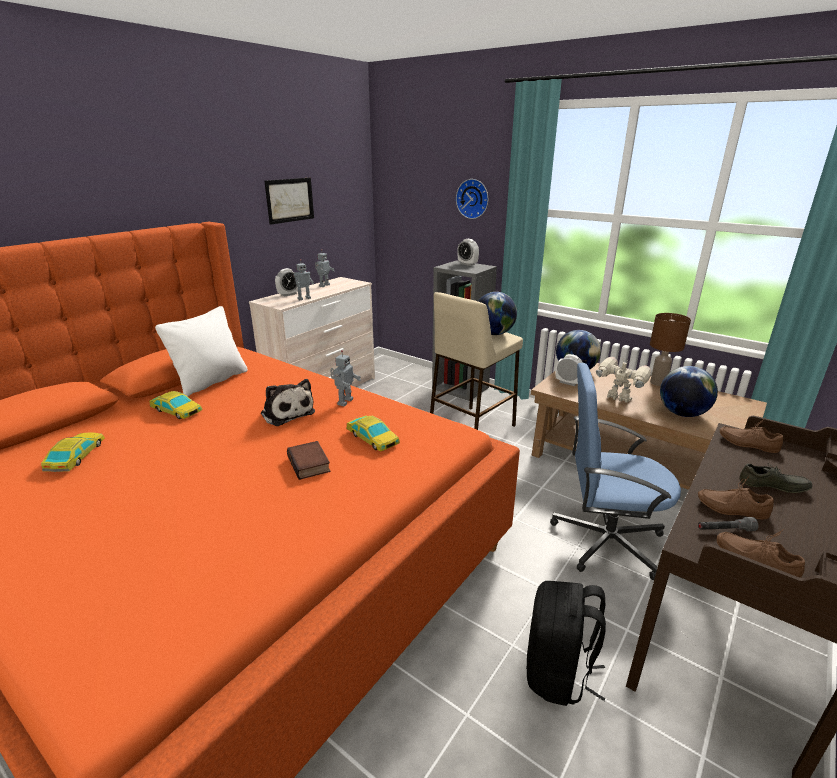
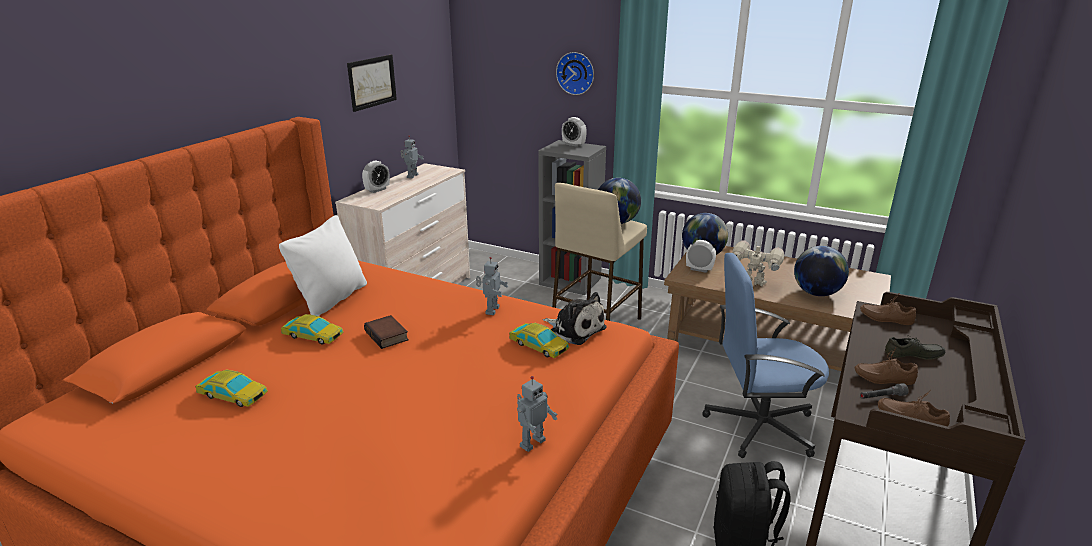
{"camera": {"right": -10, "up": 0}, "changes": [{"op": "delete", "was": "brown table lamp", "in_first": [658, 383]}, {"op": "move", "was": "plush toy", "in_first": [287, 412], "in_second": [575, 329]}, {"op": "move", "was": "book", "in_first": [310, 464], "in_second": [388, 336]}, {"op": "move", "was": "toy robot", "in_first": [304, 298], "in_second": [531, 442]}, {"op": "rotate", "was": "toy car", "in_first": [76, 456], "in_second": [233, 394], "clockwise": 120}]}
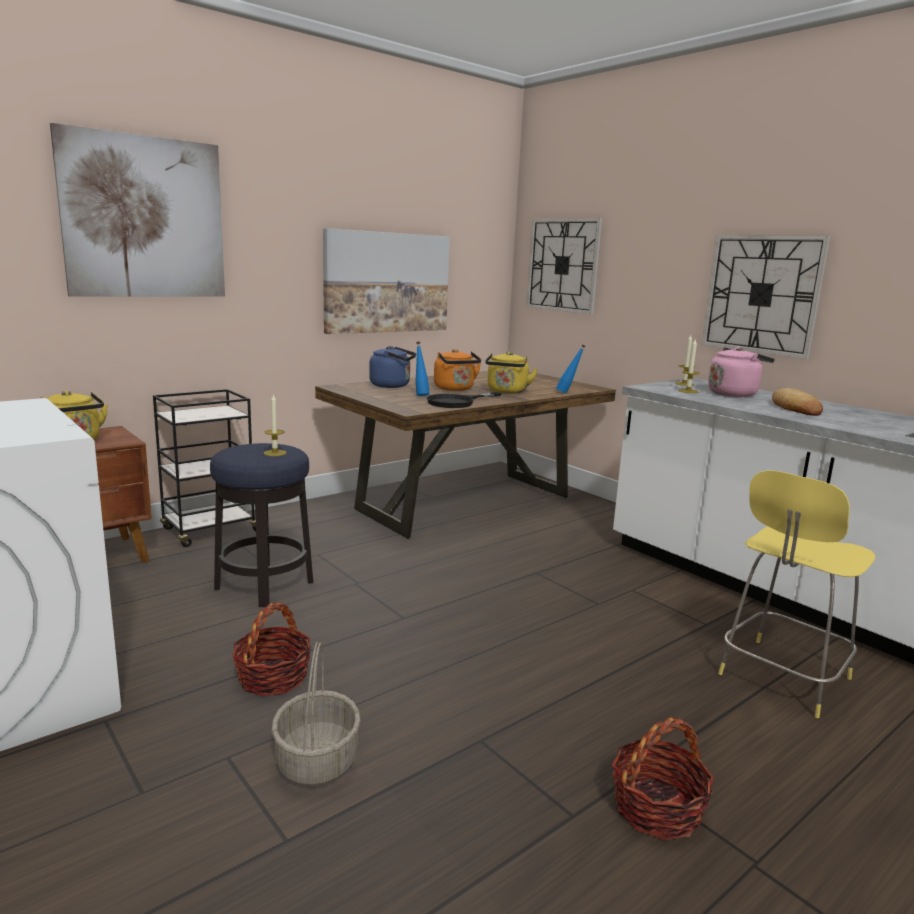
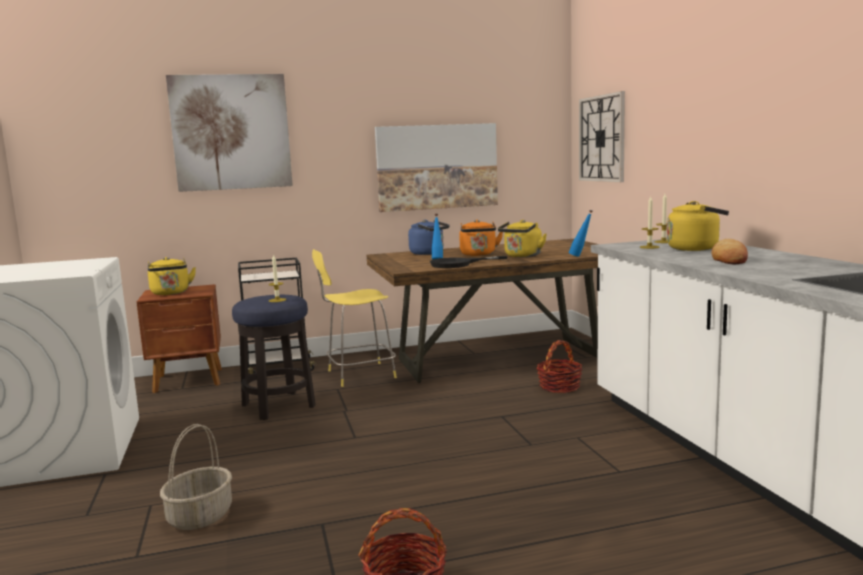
{"camera": {"right": 25, "up": -5}, "changes": [{"op": "delete", "was": "wall clock", "in_first": [762, 294]}, {"op": "move", "was": "basket", "in_first": [273, 677], "in_second": [559, 386]}, {"op": "move", "was": "yellow stool", "in_first": [782, 678], "in_second": [358, 375]}, {"op": "recolor", "was": "pink kettle", "now": "yellow kettle", "in_first": [734, 394], "in_second": [695, 248]}]}
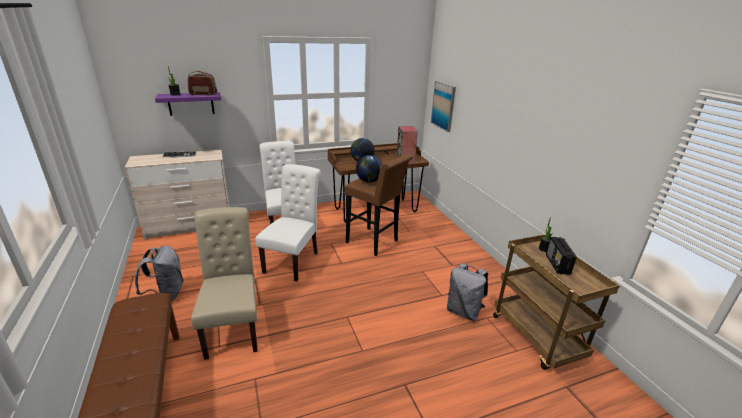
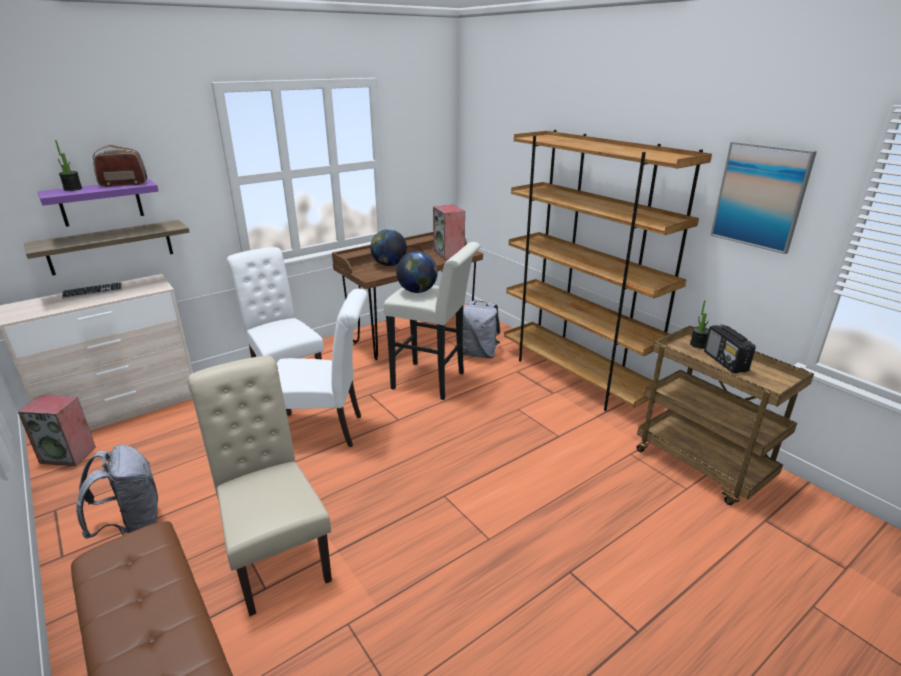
{"camera": {"right": -15, "up": 0}, "changes": [{"op": "insert", "now": "speaker", "in_second": [69, 455]}, {"op": "insert", "now": "shelf", "in_second": [111, 247]}, {"op": "insert", "now": "brown bookcase", "in_second": [575, 377]}, {"op": "move", "was": "picture", "in_first": [443, 106], "in_second": [760, 196]}, {"op": "move", "was": "grey backpack", "in_first": [463, 311], "in_second": [479, 354]}, {"op": "recolor", "was": "brown stool", "now": "white stool", "in_first": [375, 243], "in_second": [433, 382]}, {"op": "rotate", "was": "white chair", "in_first": [293, 260], "in_second": [324, 430], "clockwise": 90}]}
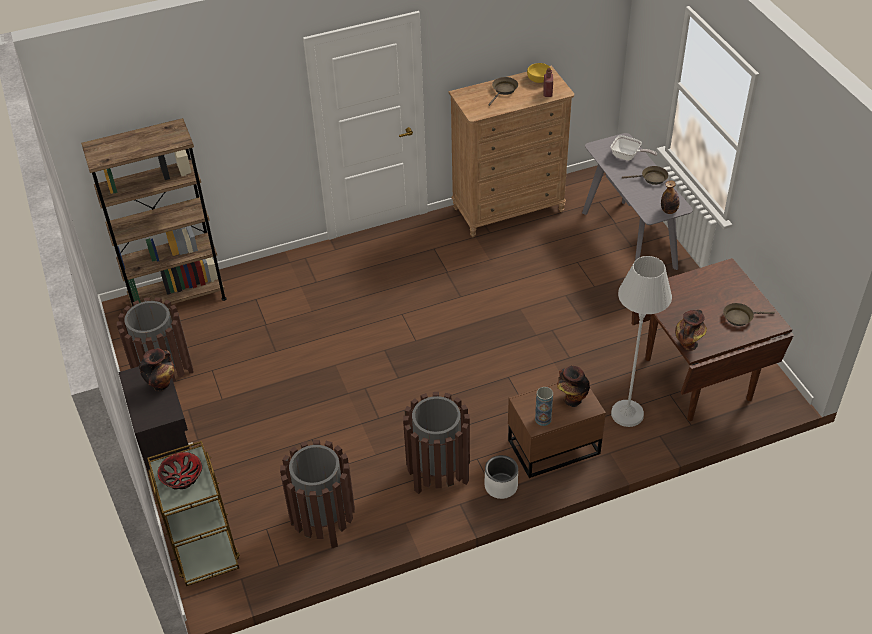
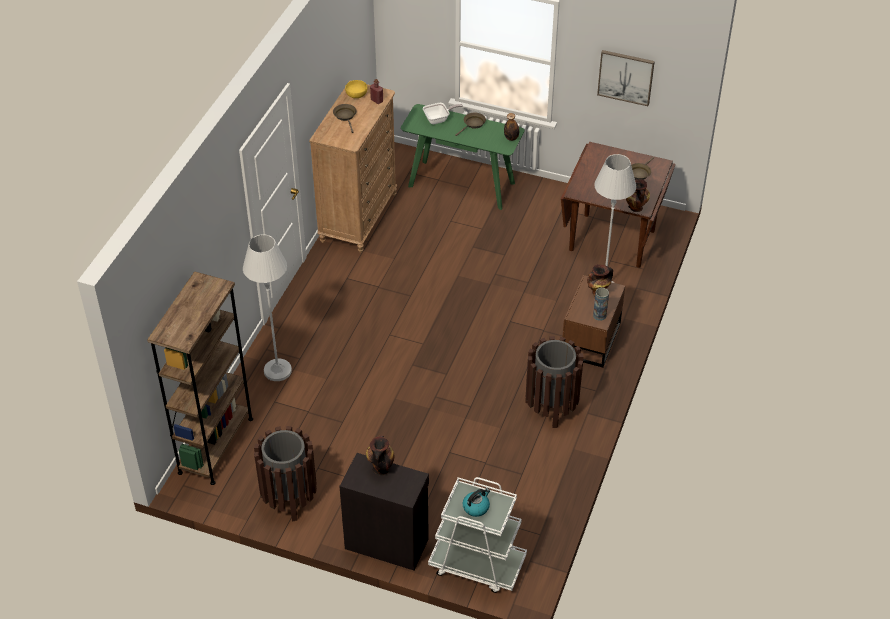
{"camera": {"right": -50, "up": 0}, "changes": [{"op": "delete", "was": "brown trash can", "in_first": [323, 522]}, {"op": "delete", "was": "white planter", "in_first": [500, 486]}, {"op": "insert", "now": "white floor lamp", "in_second": [277, 370]}, {"op": "insert", "now": "picture", "in_second": [625, 77]}, {"op": "replace", "was": "bowl", "now": "kettle", "in_first": [182, 477], "in_second": [476, 507]}, {"op": "recolor", "was": "brown cart", "now": "white cart", "in_first": [203, 543], "in_second": [477, 564]}, {"op": "recolor", "was": "grey console table", "now": "green console table", "in_first": [629, 240], "in_second": [462, 184]}]}
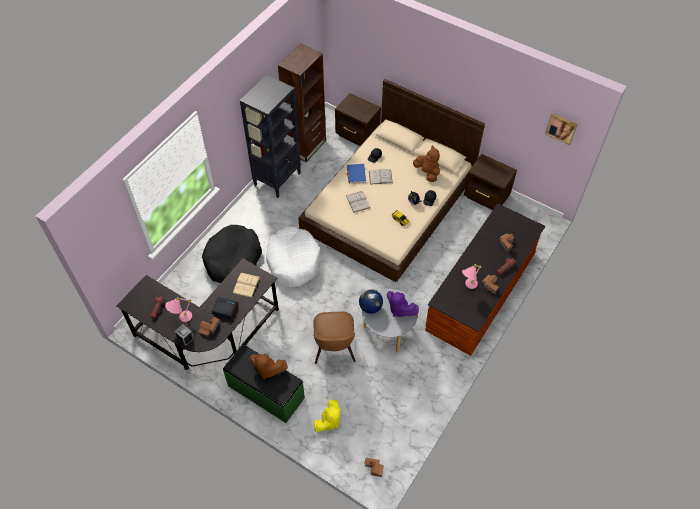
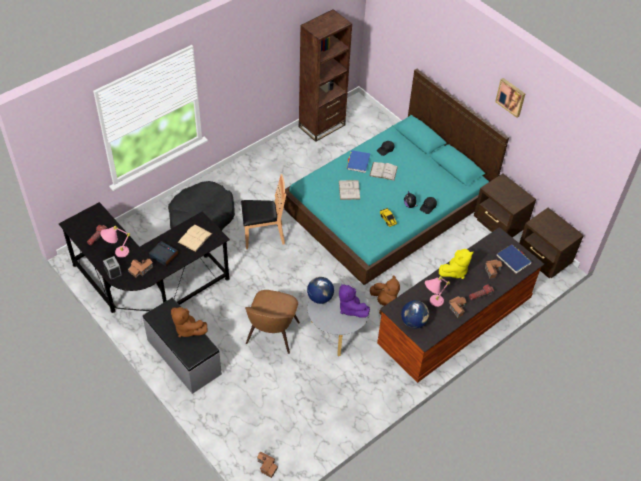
{"camera": {"right": 15, "up": -5}, "changes": [{"op": "delete", "was": "black bookcase", "in_first": [277, 179]}, {"op": "insert", "now": "globe", "in_second": [413, 322]}, {"op": "insert", "now": "blue book", "in_second": [513, 259]}, {"op": "move", "was": "yellow plush toy", "in_first": [328, 421], "in_second": [455, 271]}, {"op": "move", "was": "brown nightstand", "in_first": [357, 135], "in_second": [543, 260]}, {"op": "move", "was": "brown plush toy", "in_first": [427, 173], "in_second": [384, 305]}, {"op": "move", "was": "picture", "in_first": [561, 128], "in_second": [511, 97]}, {"op": "replace", "was": "white dog bed", "now": "brown chair", "in_first": [293, 261], "in_second": [263, 236]}, {"op": "recolor", "was": "green bench", "now": "grey bench", "in_first": [265, 392], "in_second": [183, 357]}, {"op": "recolor", "was": "beige bed", "now": "turquoise bed", "in_first": [389, 204], "in_second": [388, 205]}]}
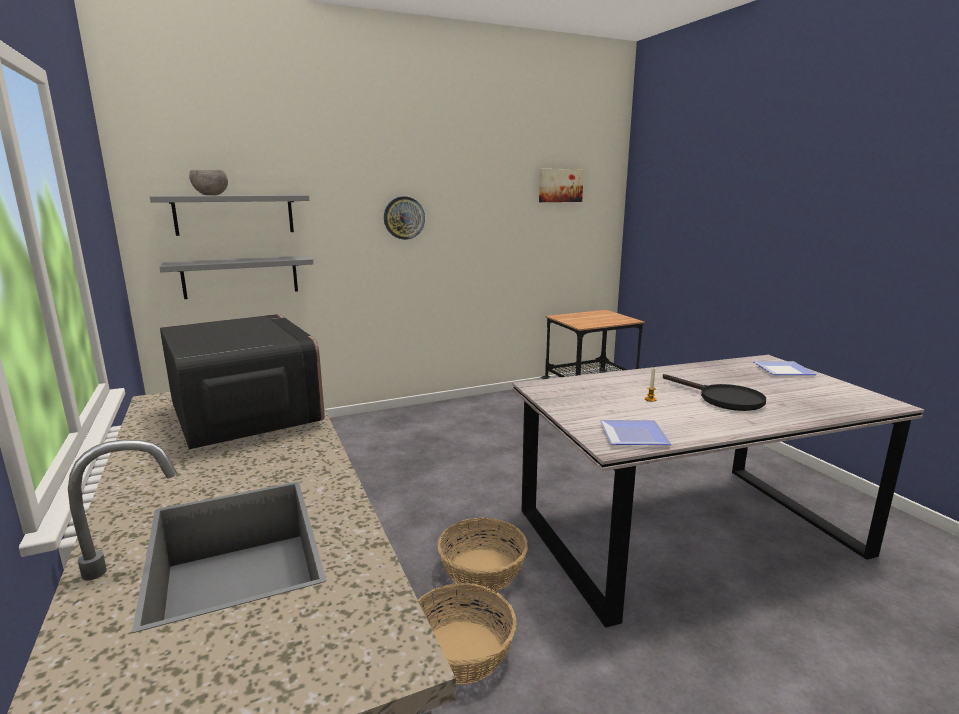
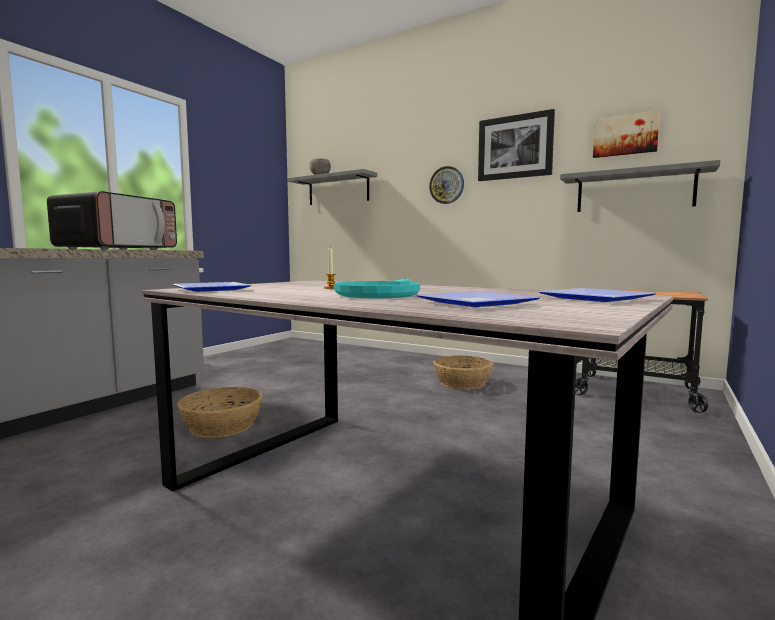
{"camera": {"right": 55, "up": -10}, "changes": [{"op": "insert", "now": "plate", "in_second": [471, 303]}, {"op": "insert", "now": "picture", "in_second": [515, 147]}, {"op": "move", "was": "grey shelf", "in_first": [240, 277], "in_second": [634, 191]}, {"op": "move", "was": "basket", "in_first": [461, 651], "in_second": [462, 382]}, {"op": "recolor", "was": "black frying pan", "now": "turquoise frying pan", "in_first": [722, 399], "in_second": [380, 294]}]}
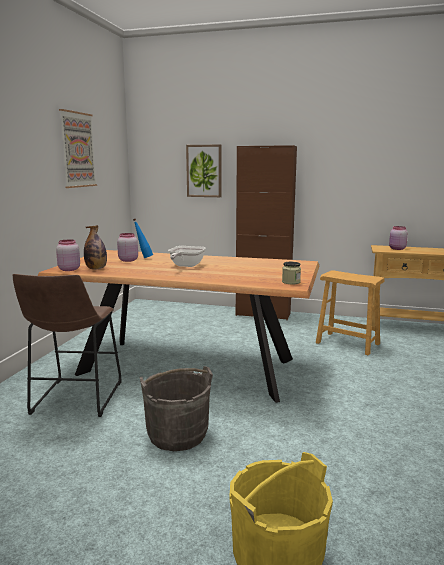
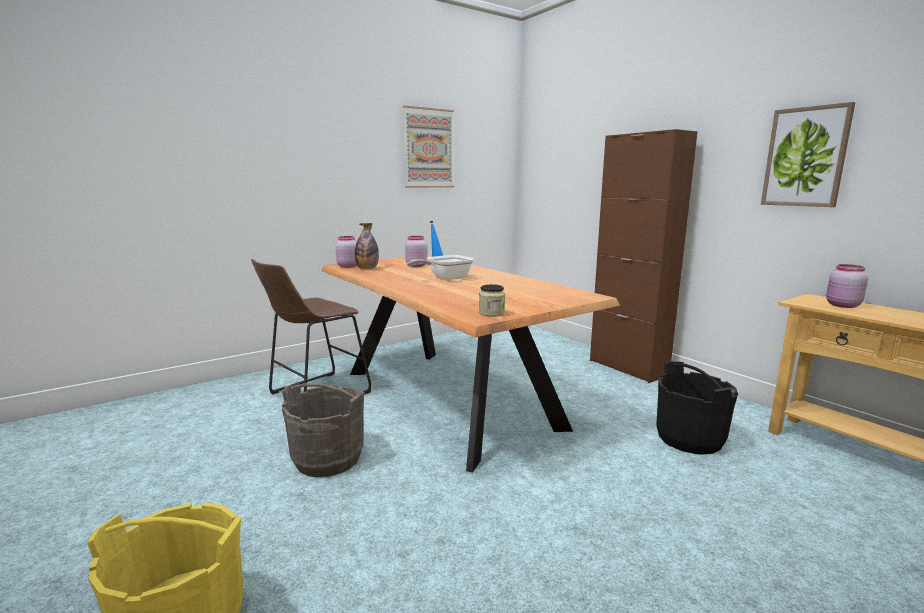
{"camera": {"right": 40, "up": 0}, "changes": [{"op": "move", "was": "picture", "in_first": [204, 171], "in_second": [805, 157]}, {"op": "replace", "was": "brown stool", "now": "black bucket", "in_first": [347, 343], "in_second": [689, 438]}]}
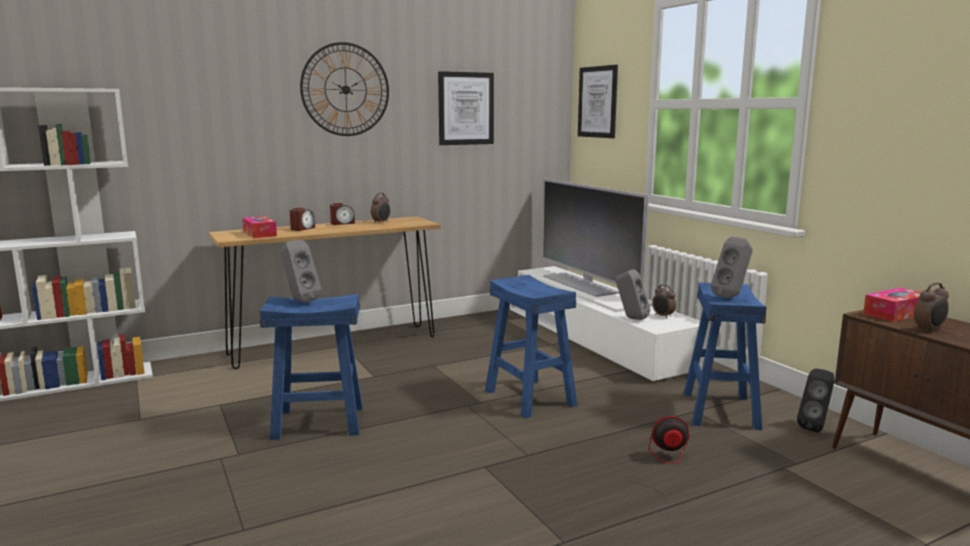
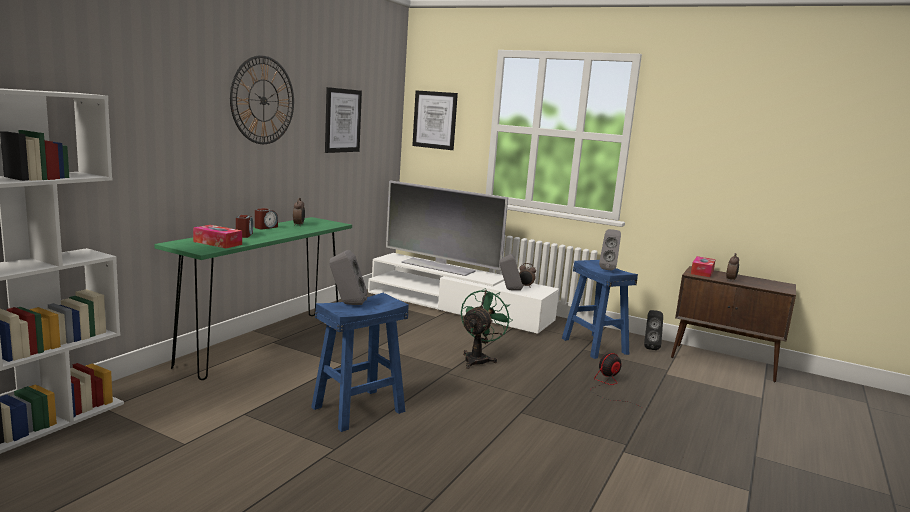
{"camera": {"right": -35, "up": 0}, "changes": [{"op": "replace", "was": "blue stool", "now": "green fan", "in_first": [529, 397], "in_second": [478, 359]}, {"op": "recolor", "was": "brown console table", "now": "green console table", "in_first": [334, 345], "in_second": [264, 343]}]}
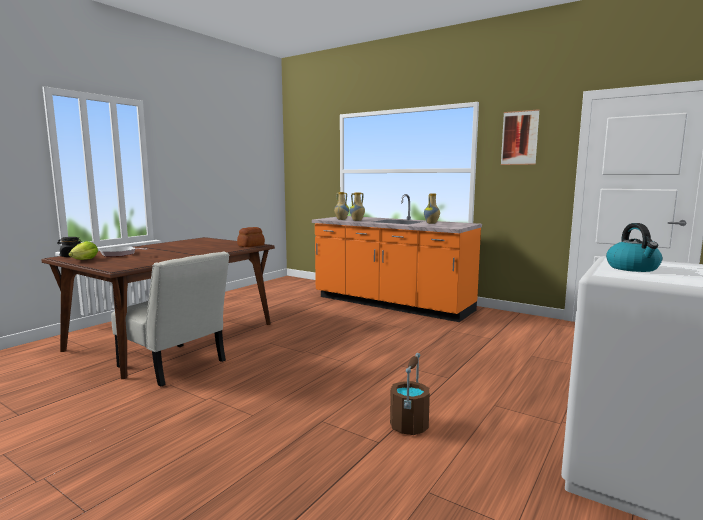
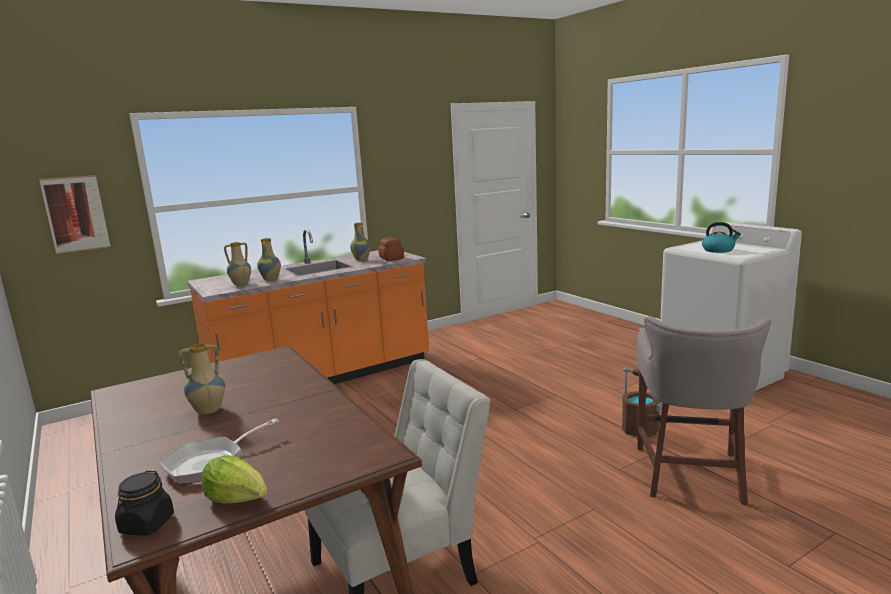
{"camera": {"right": -65, "up": 5}, "changes": [{"op": "insert", "now": "vase", "in_second": [208, 411]}, {"op": "insert", "now": "grey stool", "in_second": [691, 476]}, {"op": "move", "was": "bread", "in_first": [251, 245], "in_second": [391, 258]}, {"op": "move", "was": "picture", "in_first": [519, 138], "in_second": [76, 214]}]}
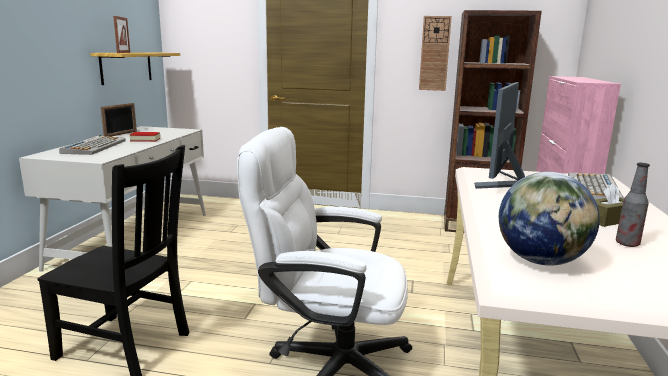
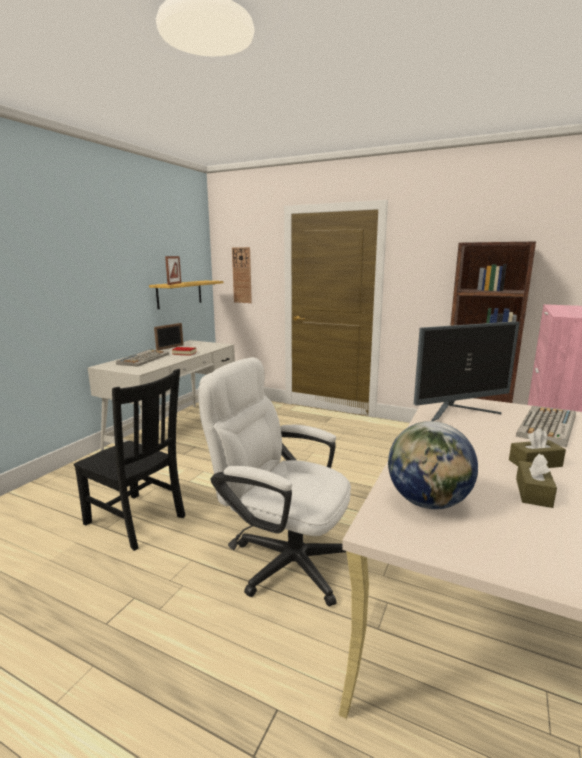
{"camera": {"right": 15, "up": 0}, "changes": [{"op": "move", "was": "wall clock", "in_first": [434, 53], "in_second": [242, 275]}, {"op": "replace", "was": "bottle", "now": "brown tissue box", "in_first": [627, 244], "in_second": [533, 492]}, {"op": "rotate", "was": "monitor", "in_first": [503, 182], "in_second": [458, 412], "clockwise": -150}]}
